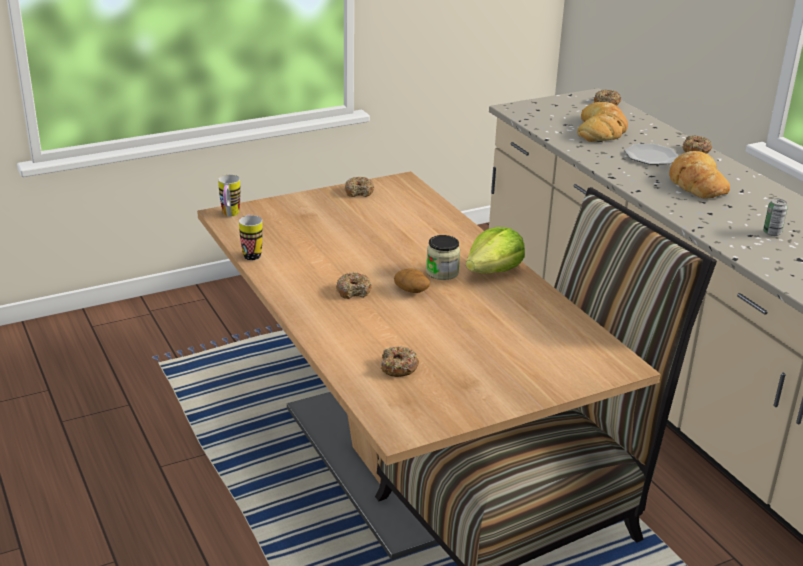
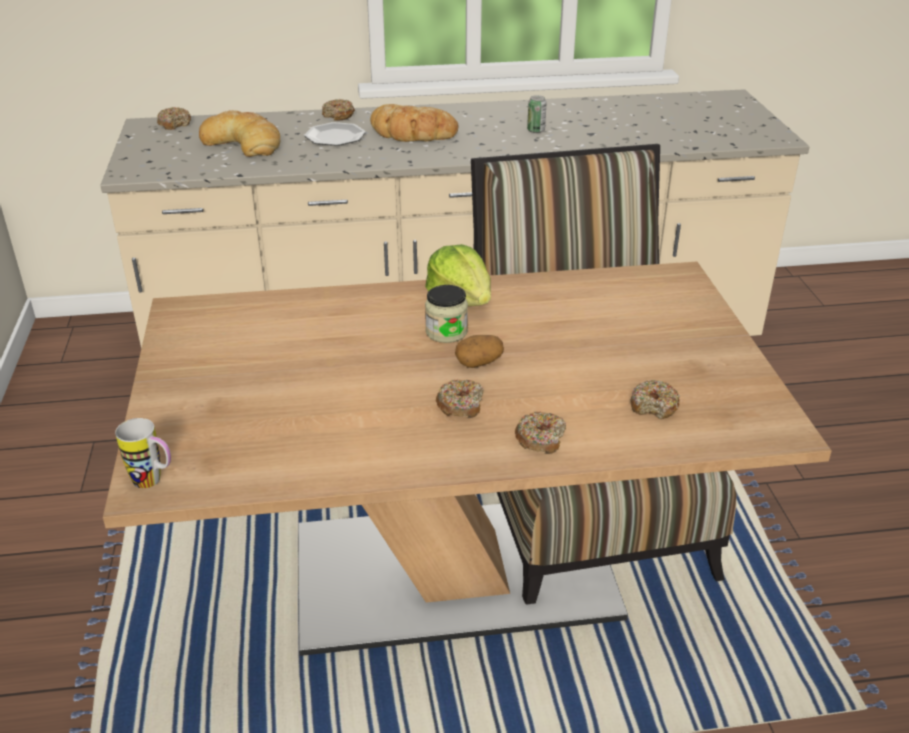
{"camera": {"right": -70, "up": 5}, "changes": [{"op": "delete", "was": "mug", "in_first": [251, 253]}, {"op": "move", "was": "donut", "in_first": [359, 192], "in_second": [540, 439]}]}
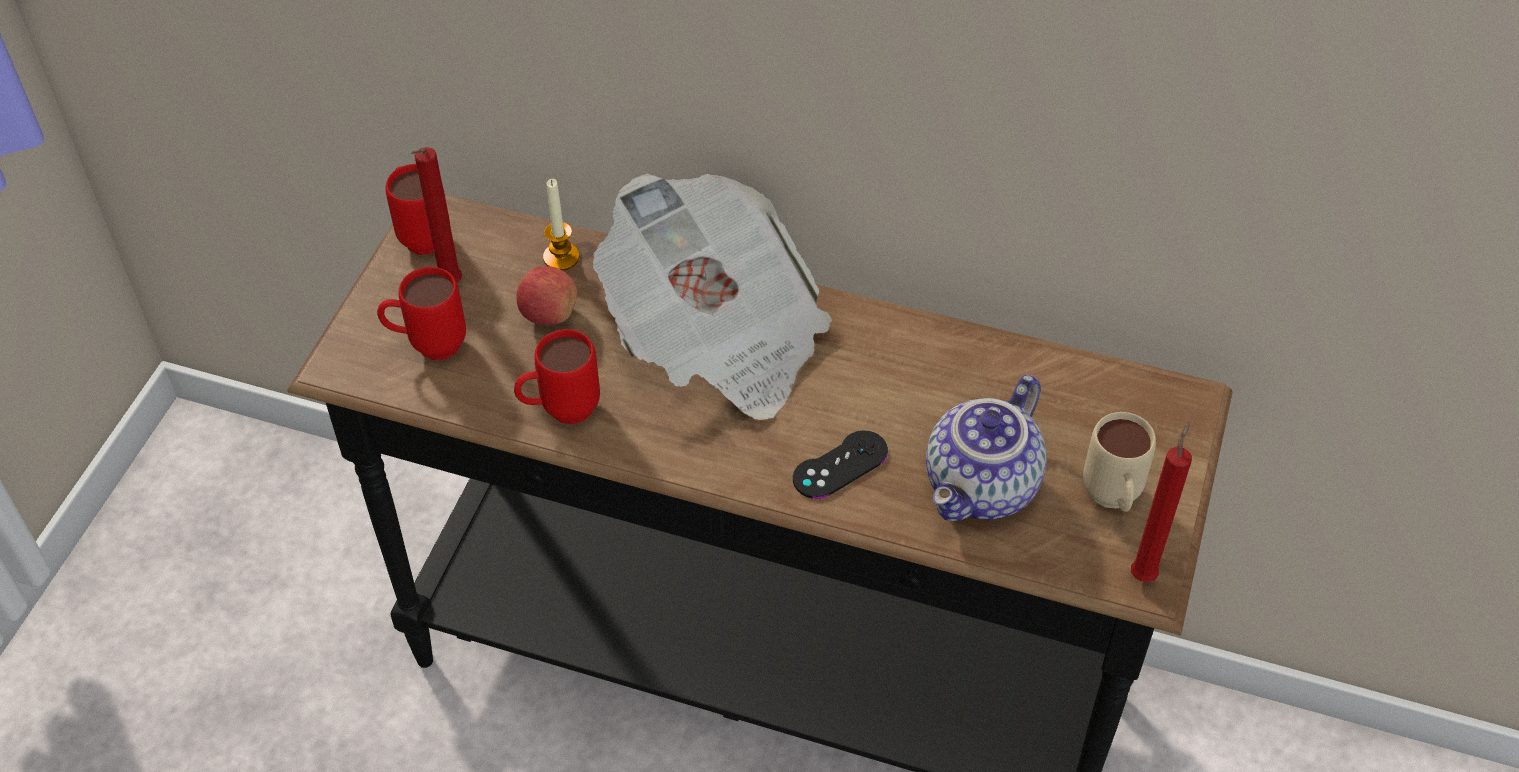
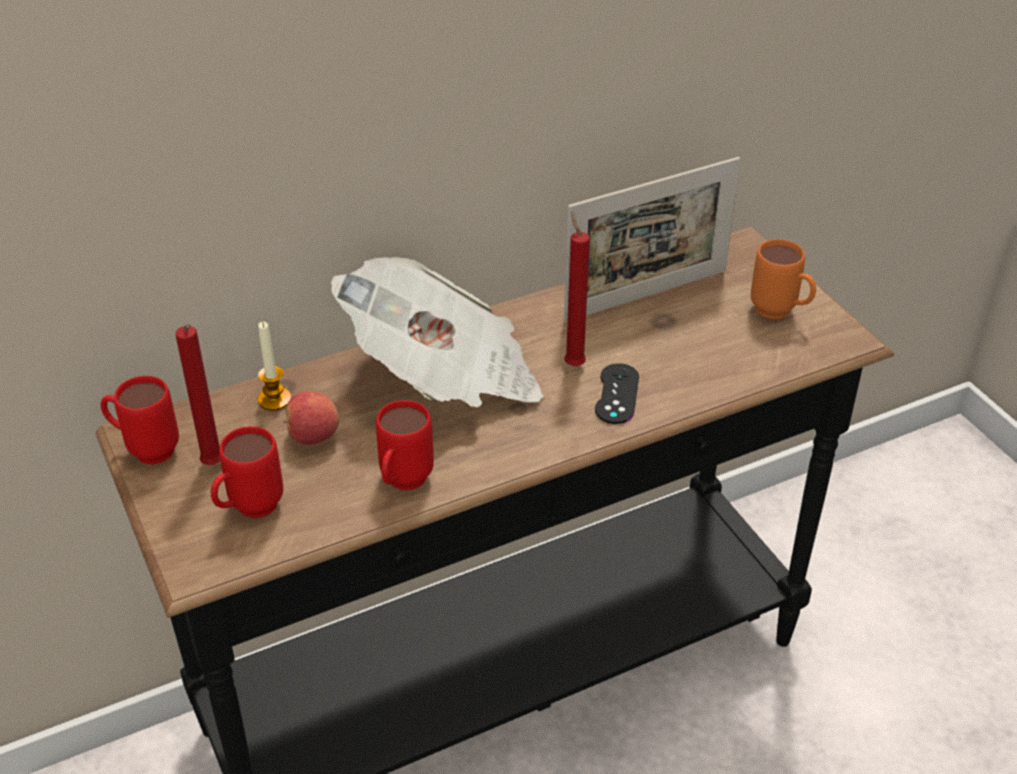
{"camera": {"right": -45, "up": -10}, "changes": [{"op": "delete", "was": "teapot", "in_first": [983, 488]}, {"op": "insert", "now": "picture frame", "in_second": [646, 295]}, {"op": "move", "was": "red candle", "in_first": [1144, 573], "in_second": [573, 364]}, {"op": "recolor", "was": "beige mug", "now": "orange mug", "in_first": [1112, 502], "in_second": [780, 314]}]}
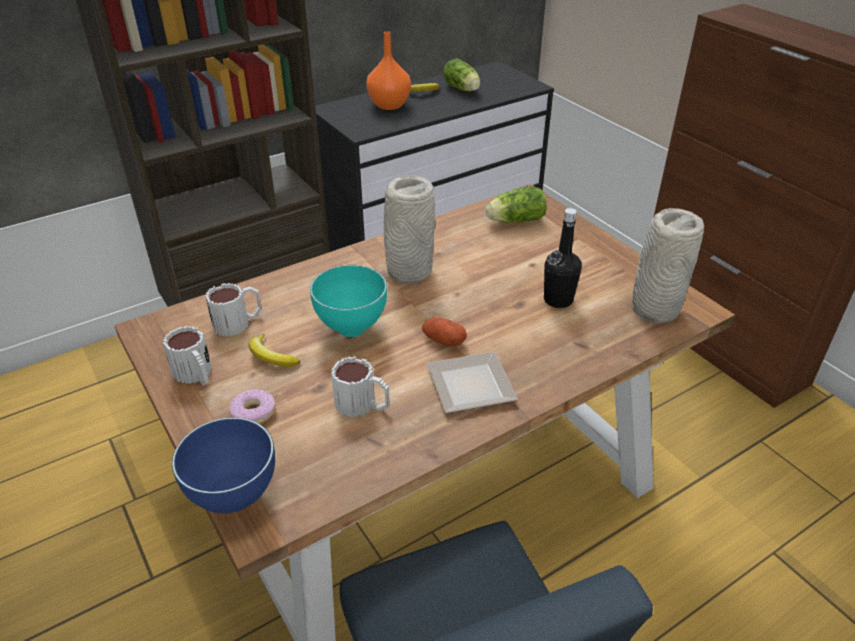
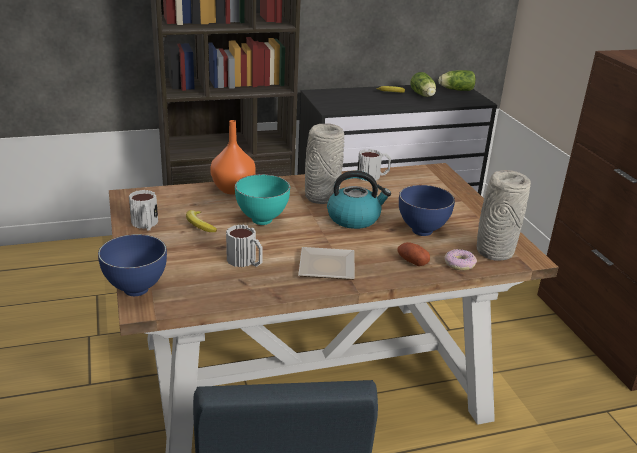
{"camera": {"right": 15, "up": -10}, "changes": [{"op": "insert", "now": "kettle", "in_second": [354, 218]}, {"op": "move", "was": "mug", "in_first": [238, 322], "in_second": [373, 176]}, {"op": "move", "was": "donut", "in_first": [253, 412], "in_second": [459, 264]}, {"op": "move", "was": "orange vase", "in_first": [389, 105], "in_second": [233, 189]}, {"op": "move", "was": "potato", "in_first": [443, 340], "in_second": [412, 261]}, {"op": "move", "was": "lettuce", "in_first": [514, 220], "in_second": [455, 89]}, {"op": "replace", "was": "black bottle", "now": "blue bowl", "in_first": [558, 300], "in_second": [422, 232]}]}
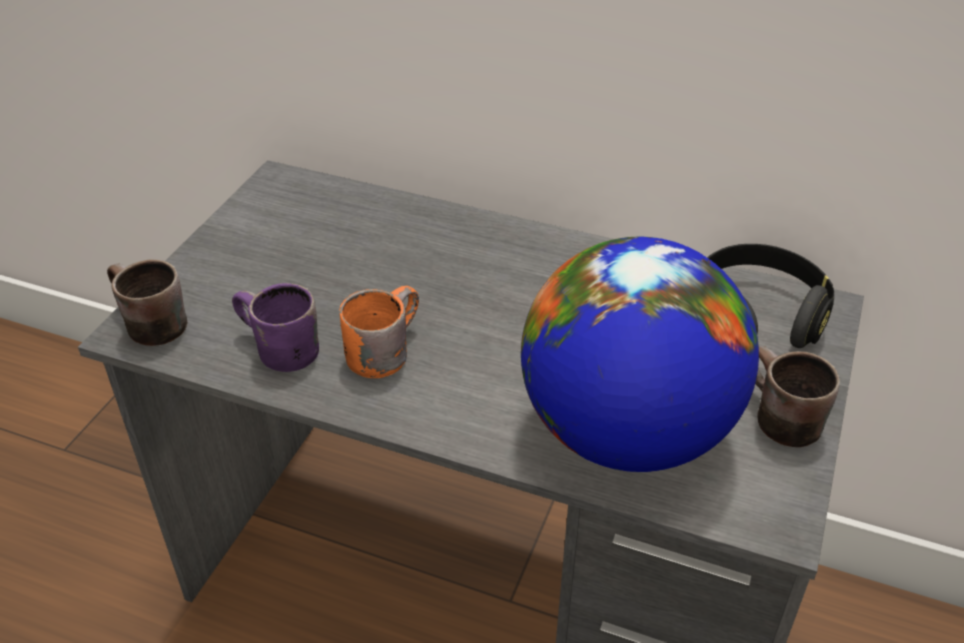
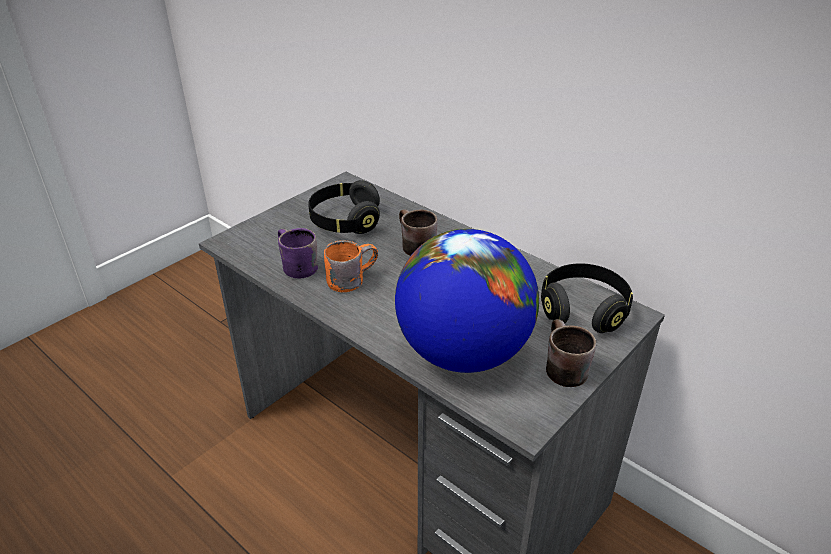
{"camera": {"right": 20, "up": -5}, "changes": [{"op": "insert", "now": "black headphones", "in_second": [345, 221]}, {"op": "move", "was": "brown mug", "in_first": [146, 325], "in_second": [412, 246]}]}
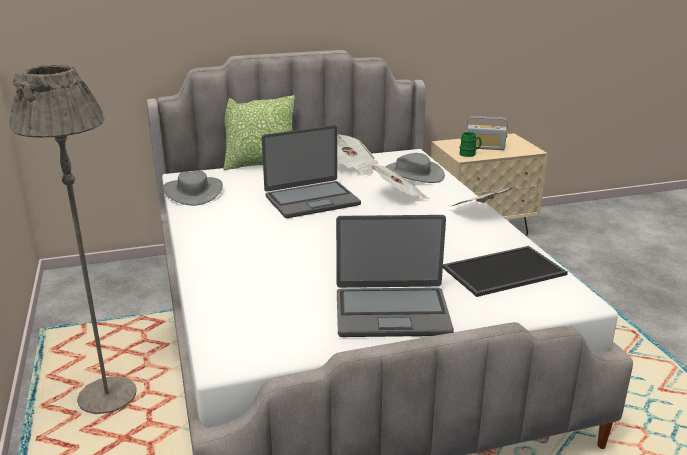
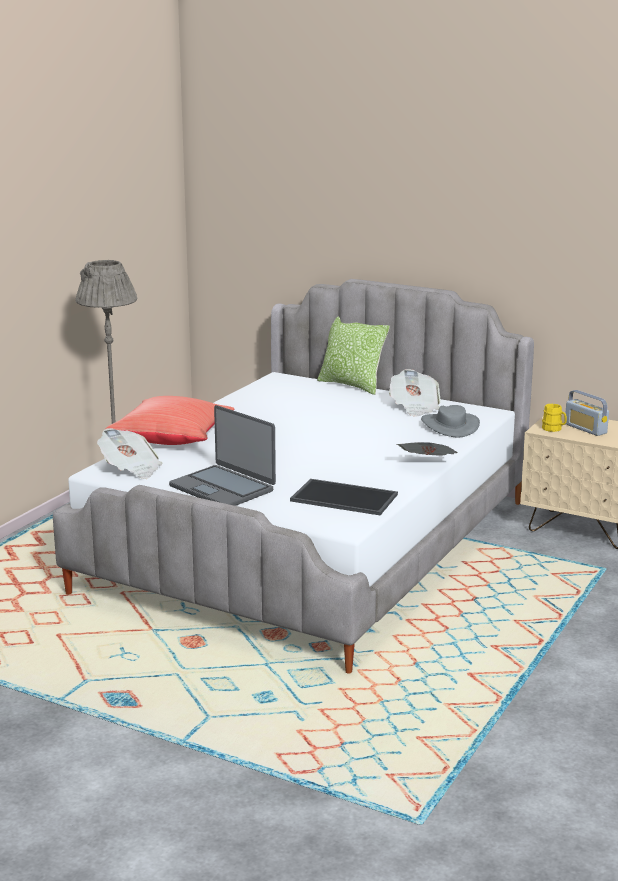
{"camera": {"right": 45, "up": -5}, "changes": [{"op": "delete", "was": "grey hat", "in_first": [193, 192]}, {"op": "delete", "was": "laptop", "in_first": [311, 200]}, {"op": "insert", "now": "red pillow", "in_second": [173, 439]}, {"op": "move", "was": "newspaper", "in_first": [399, 197], "in_second": [131, 469]}, {"op": "recolor", "was": "green mug", "now": "yellow mug", "in_first": [469, 154], "in_second": [554, 429]}]}
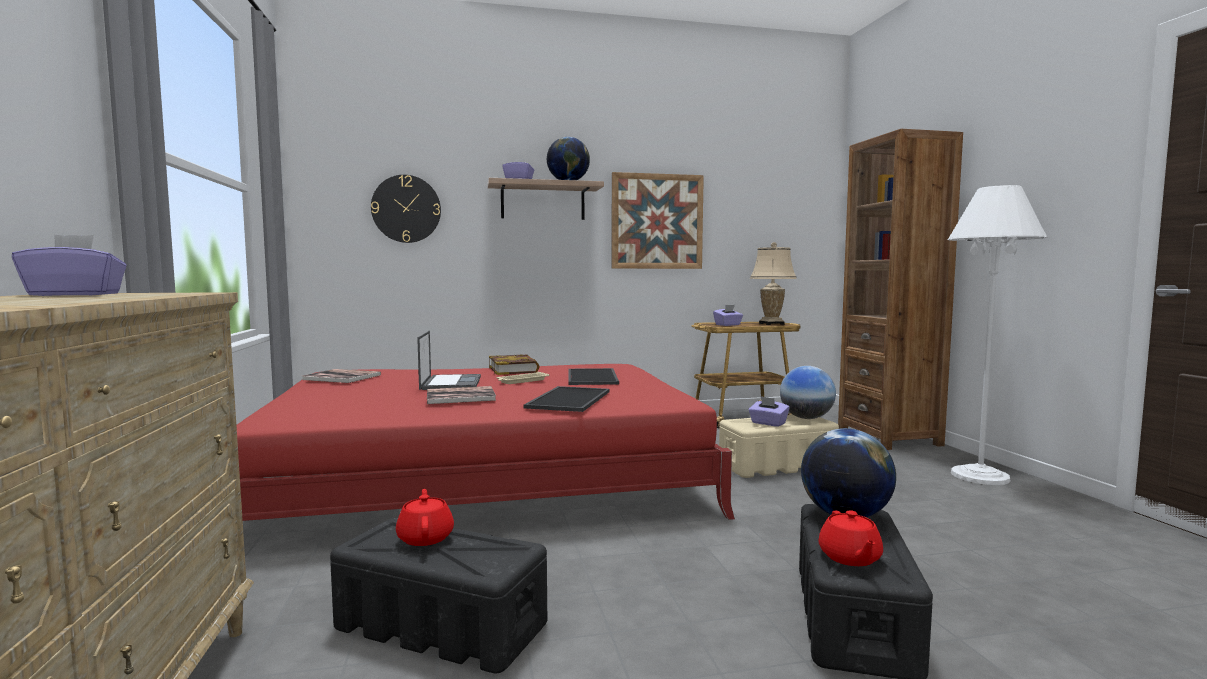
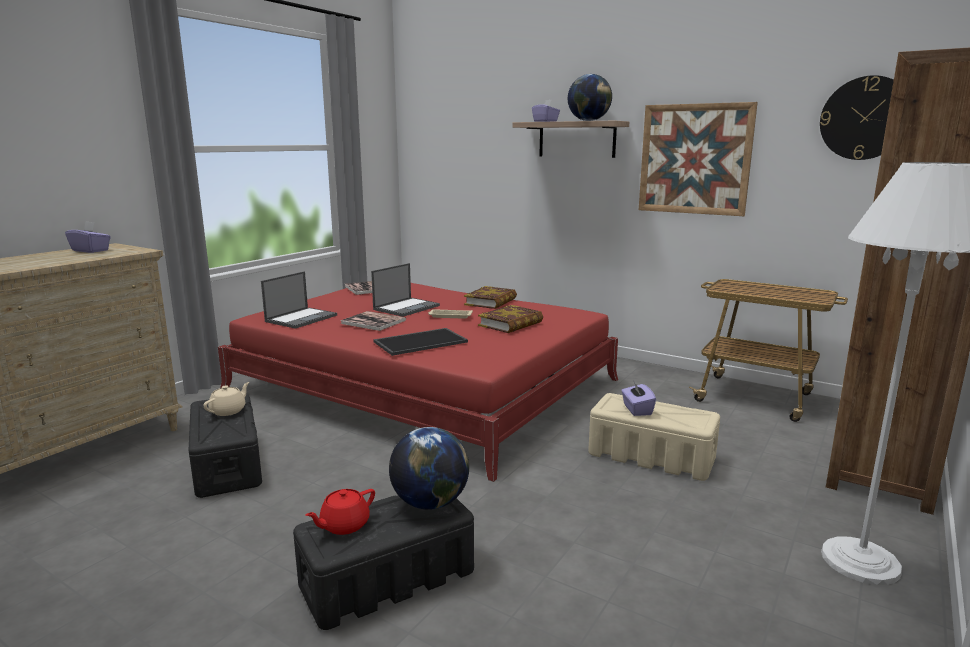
{"camera": {"right": 45, "up": 10}, "changes": [{"op": "delete", "was": "purple tissue box", "in_first": [728, 325]}, {"op": "delete", "was": "beige table lamp", "in_first": [771, 324]}, {"op": "delete", "was": "globe", "in_first": [806, 418]}, {"op": "insert", "now": "laptop", "in_second": [302, 318]}, {"op": "move", "was": "wall clock", "in_first": [406, 209], "in_second": [865, 118]}, {"op": "replace", "was": "tray", "now": "book", "in_first": [593, 377], "in_second": [511, 324]}, {"op": "recolor", "was": "red teapot", "now": "beige teapot", "in_first": [425, 537], "in_second": [228, 411]}]}
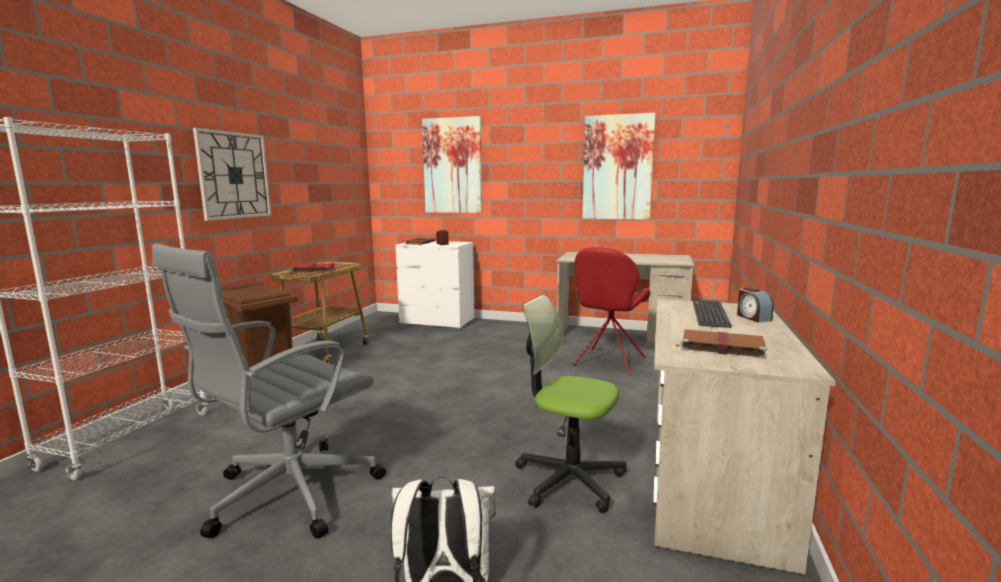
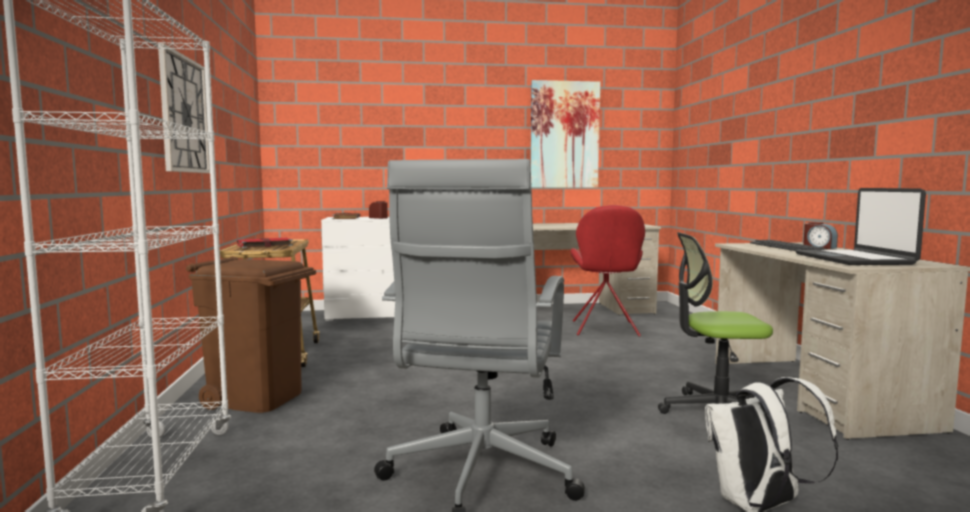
{"camera": {"right": -25, "up": -5}, "changes": [{"op": "delete", "was": "picture", "in_first": [452, 166]}, {"op": "replace", "was": "brown book", "now": "laptop", "in_first": [720, 346], "in_second": [854, 259]}]}
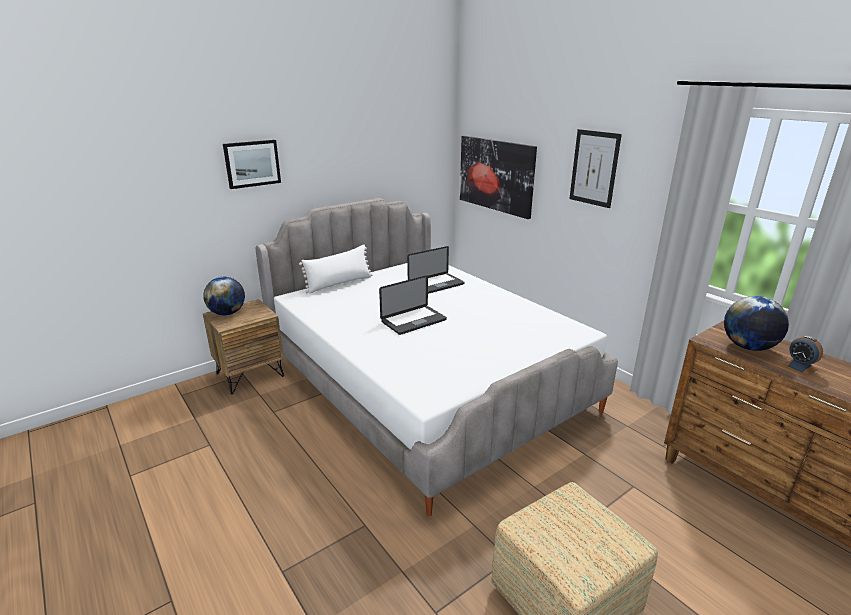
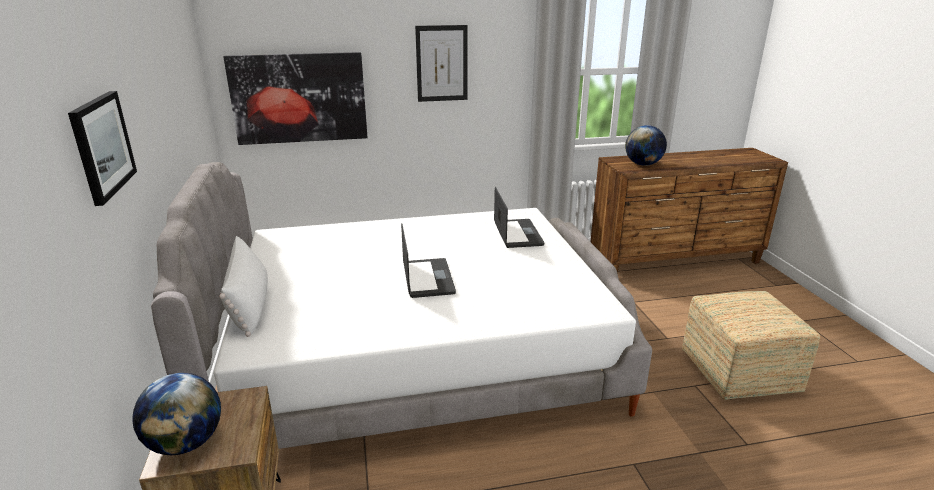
{"camera": {"right": -65, "up": 0}, "changes": [{"op": "delete", "was": "alarm clock", "in_first": [800, 367]}, {"op": "move", "was": "laptop", "in_first": [436, 284], "in_second": [517, 234]}]}
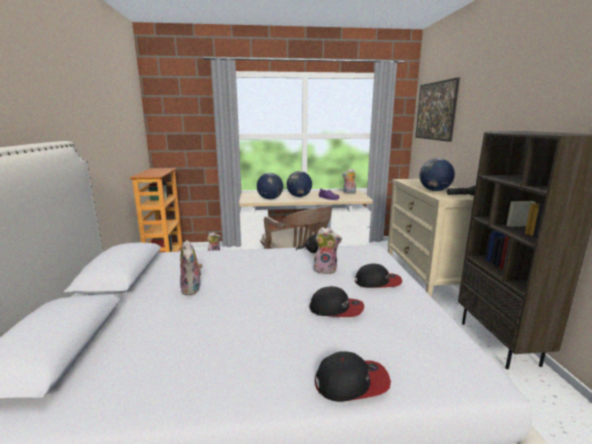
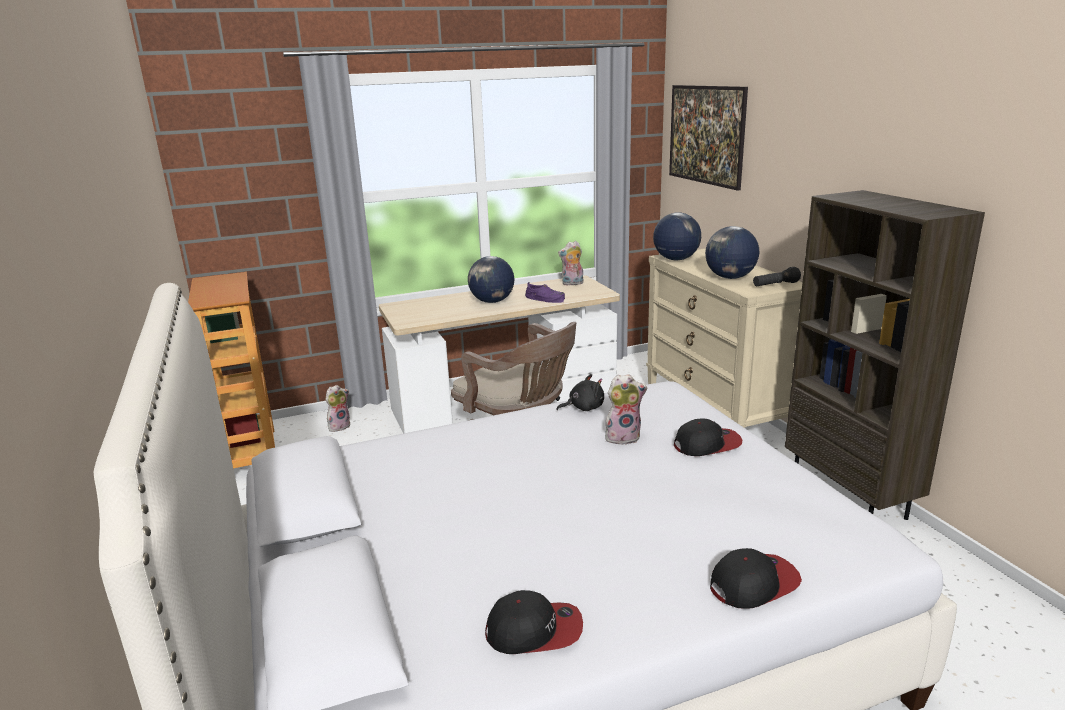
{"camera": {"right": -15, "up": 5}, "changes": [{"op": "delete", "was": "plush toy", "in_first": [192, 289]}, {"op": "move", "was": "globe", "in_first": [270, 199], "in_second": [675, 259]}, {"op": "move", "was": "cap", "in_first": [336, 309], "in_second": [534, 630]}]}
